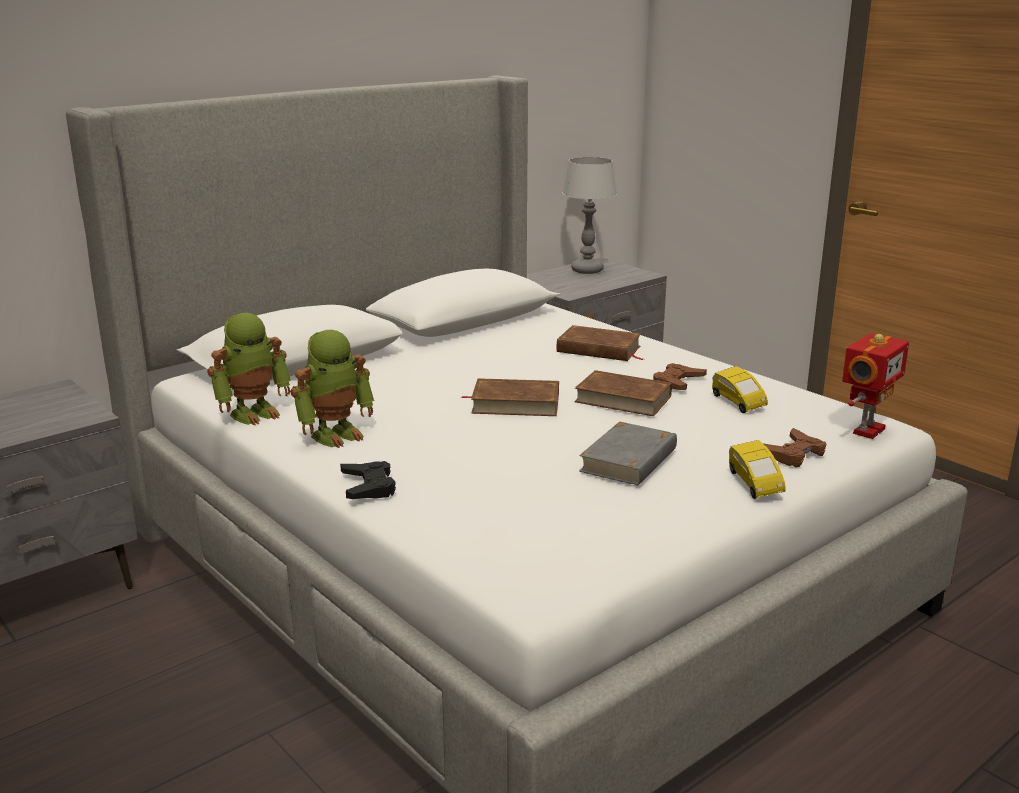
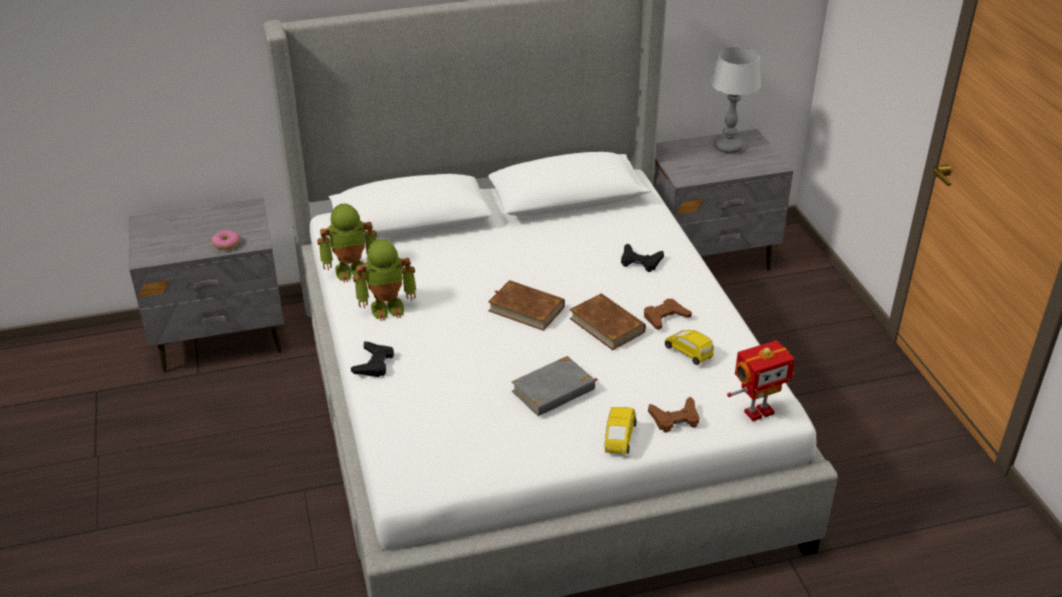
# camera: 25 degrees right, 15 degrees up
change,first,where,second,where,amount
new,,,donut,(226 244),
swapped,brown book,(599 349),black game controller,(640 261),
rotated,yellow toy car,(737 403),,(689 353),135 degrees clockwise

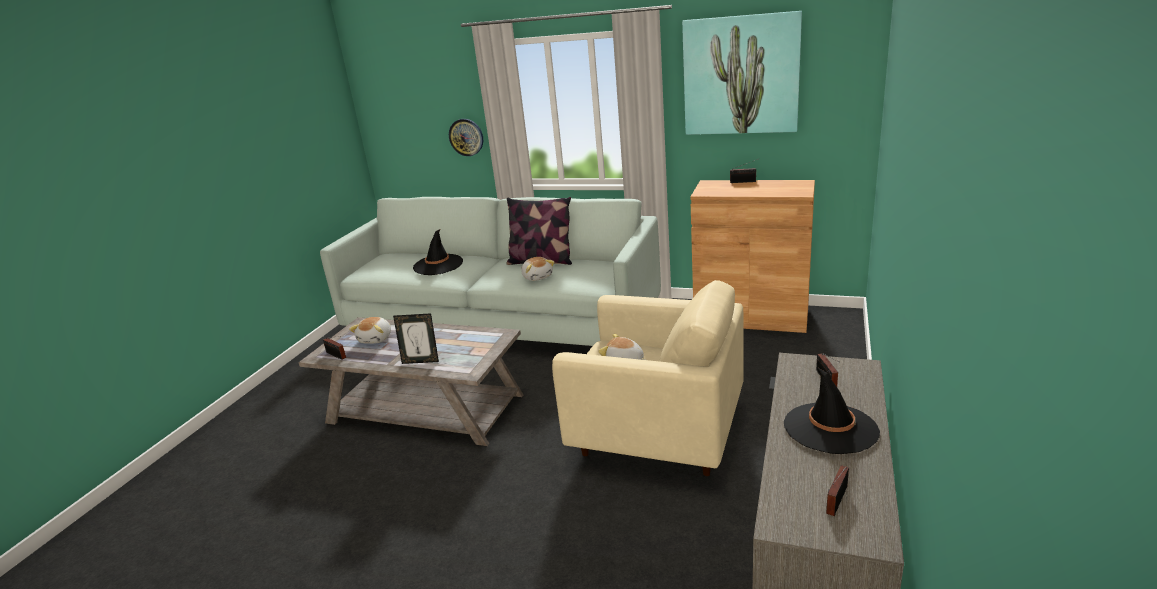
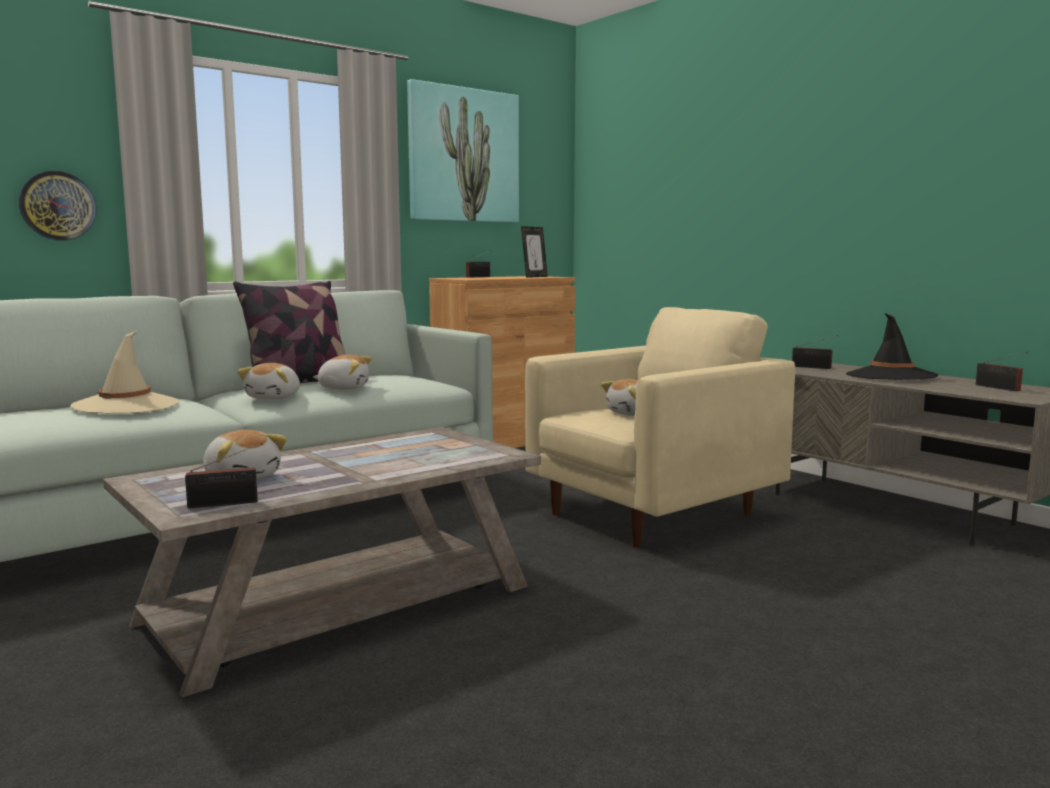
# camera: 60 degrees left, 15 degrees down
change,first,where,second,where,amount
repainted,black hat,(438 265),beige hat,(126 405),
new,,,plush toy,(275 397),
shifted,picture frame,(421 361),,(534 277),

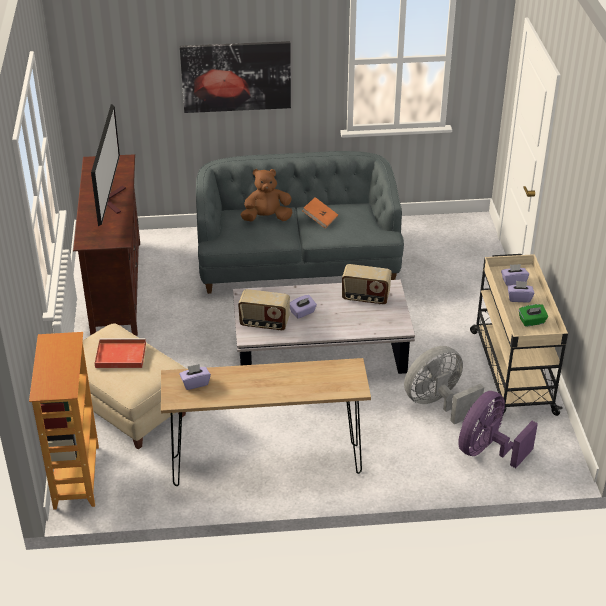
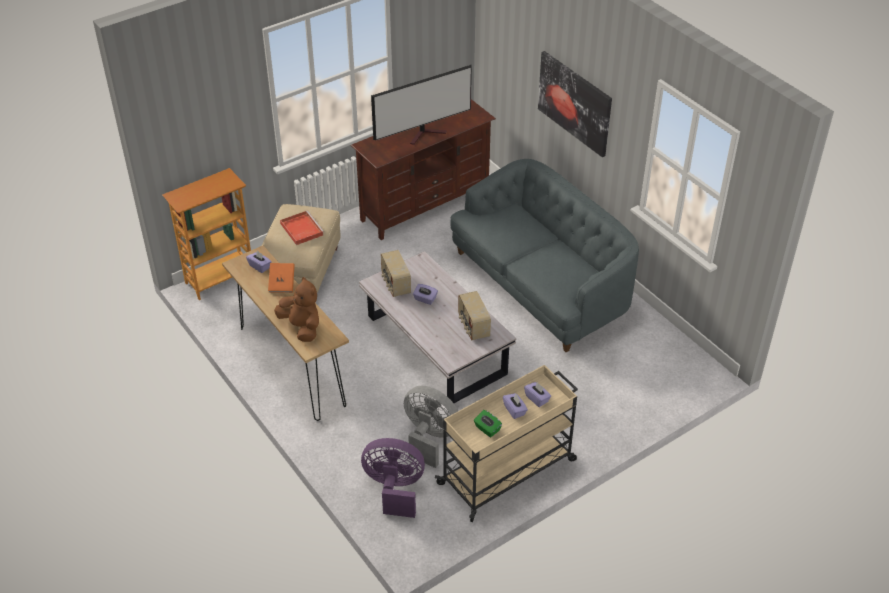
# camera: 60 degrees right, 5 degrees up
change,first,where,second,where,amount
shifted,orange book,(320 219),,(282 284),
shifted,brown plush toy,(267 218),,(302 327),

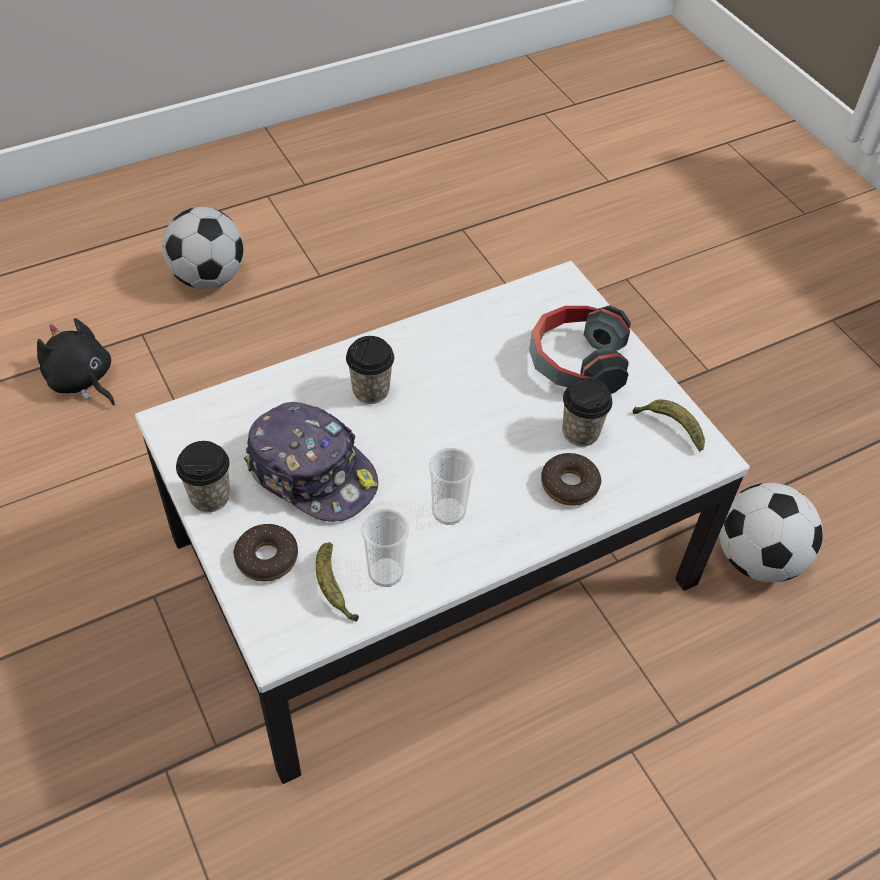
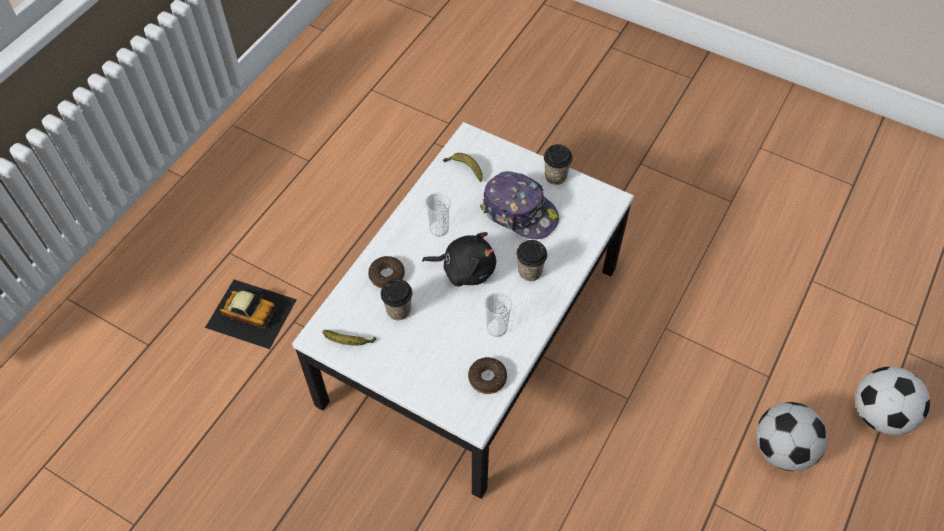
# camera: 150 degrees right, 5 degrees up
change,first,where,second,where,amount
new,,,toy car,(251 312),
shifted,black plush toy,(82 381),,(465 269),
shifted,donut,(267 558),,(487 378),
rotated,cap,(312 473),,(519 212),150 degrees counterclockwise
shifted,cup,(385 572),,(496 328),
shifted,football,(756 558),,(879 414),
gone,headphones,(576 362),,,

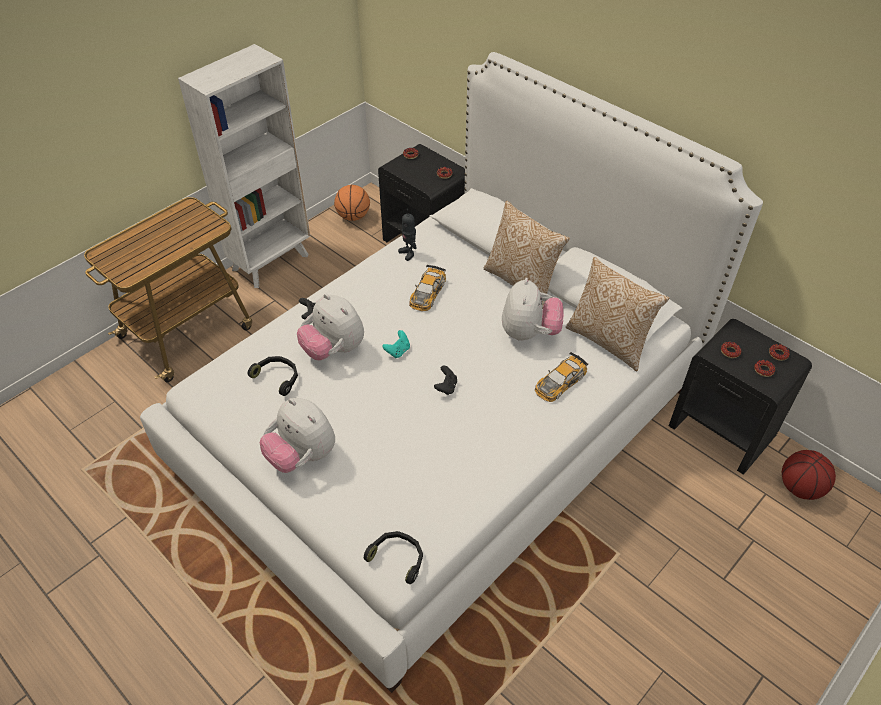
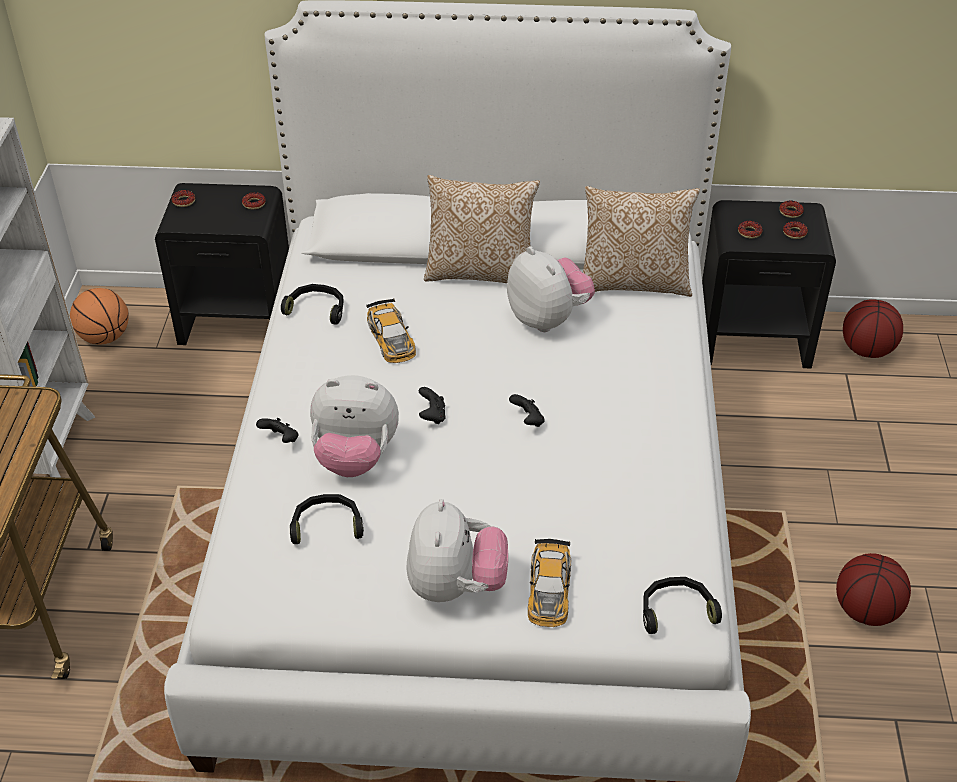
# camera: 40 degrees left, 5 degrees down
change,first,where,second,where,amount
swapped,toy robot,(408 253),black headphones,(317 309),
rotated,plush toy,(302 456),,(456 586),90 degrees counterclockwise
repainted,turquoise game controller,(398 351),black game controller,(432 416),
shifted,toy car,(560 382),,(549 589),
new,,,basketball,(865 611),

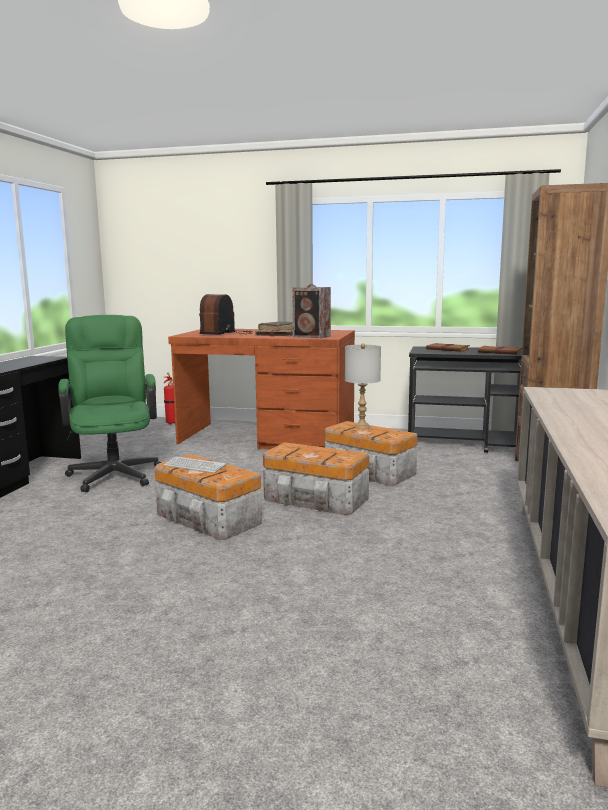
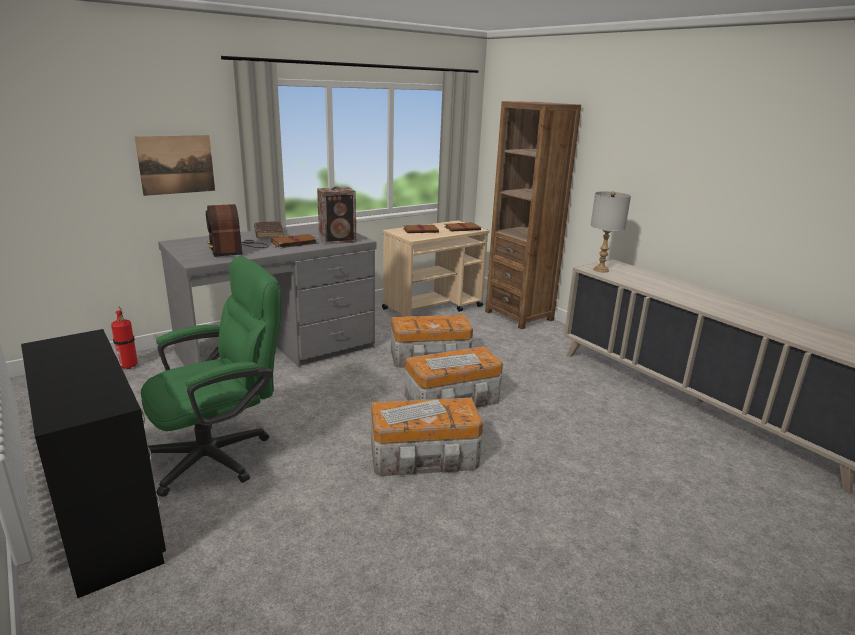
# camera: 50 degrees left, 10 degrees up
change,first,where,second,where,amount
new,,,picture,(176 164),
rotated,green office chair,(115 472),,(220 454),120 degrees clockwise
repainted,brown desk,(268 438),grey desk,(278 351),
repainted,black cart,(464 444),beige cart,(433 307),
new,,,keyboard,(453 362),
shifted,grey table lamp,(362 426),,(601 270),

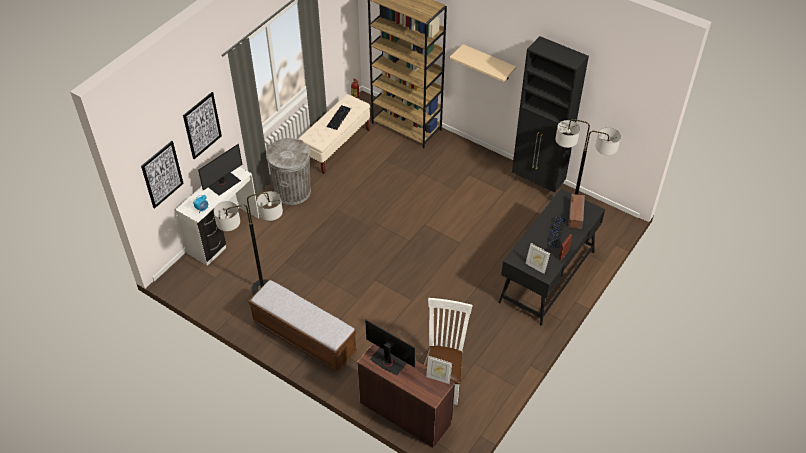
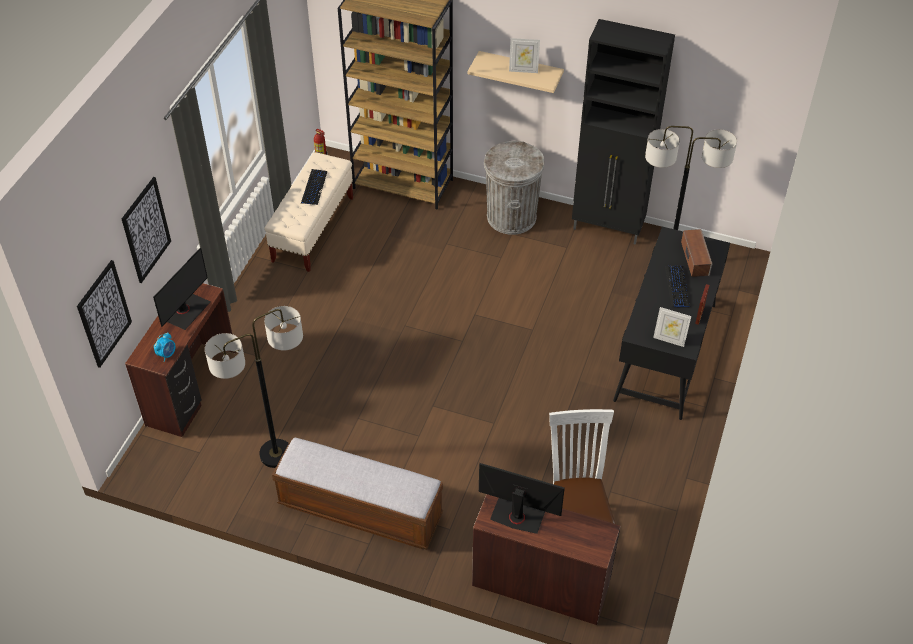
# camera: 15 degrees left, 0 degrees up
change,first,where,second,where,amount
repainted,white desk,(224 235),brown desk,(193 388),
shifted,grey trash can,(292 191),,(511 217),
shifted,picture frame,(438 378),,(523 70),

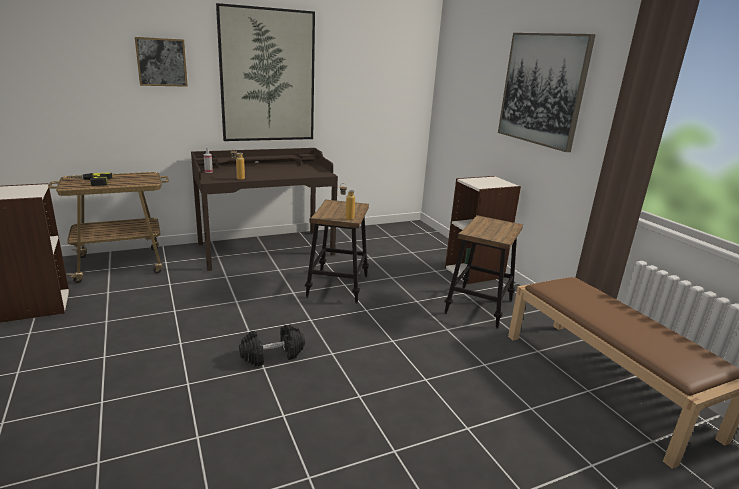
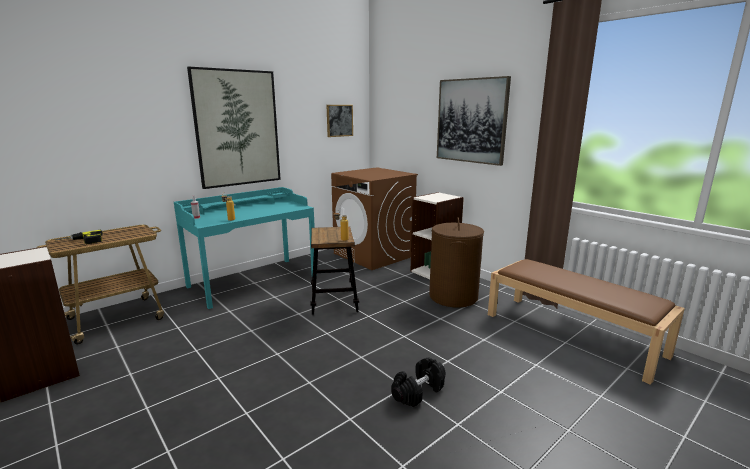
# camera: 15 degrees left, 5 degrees down
change,first,where,second,where,amount
repainted,brown desk,(266 249),turquoise desk,(253 281),
shifted,picture,(161 62),,(339 120),
new,,,brown washing machine,(374 255),
shifted,black dumbbell,(272 355),,(418 391),
swapped,stool,(479 307),brown laundry basket,(453 297),

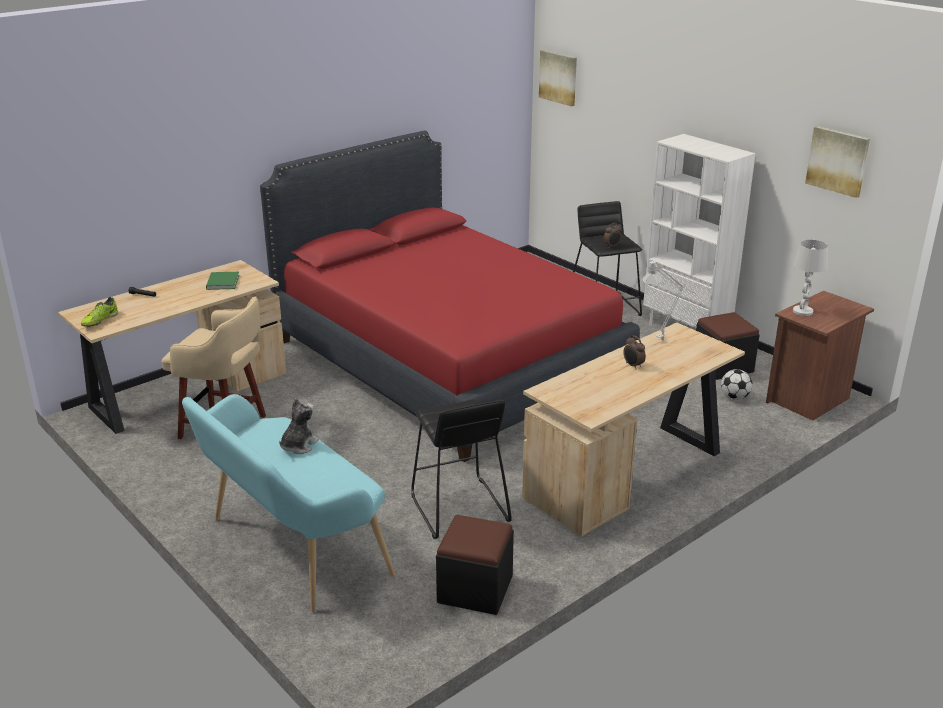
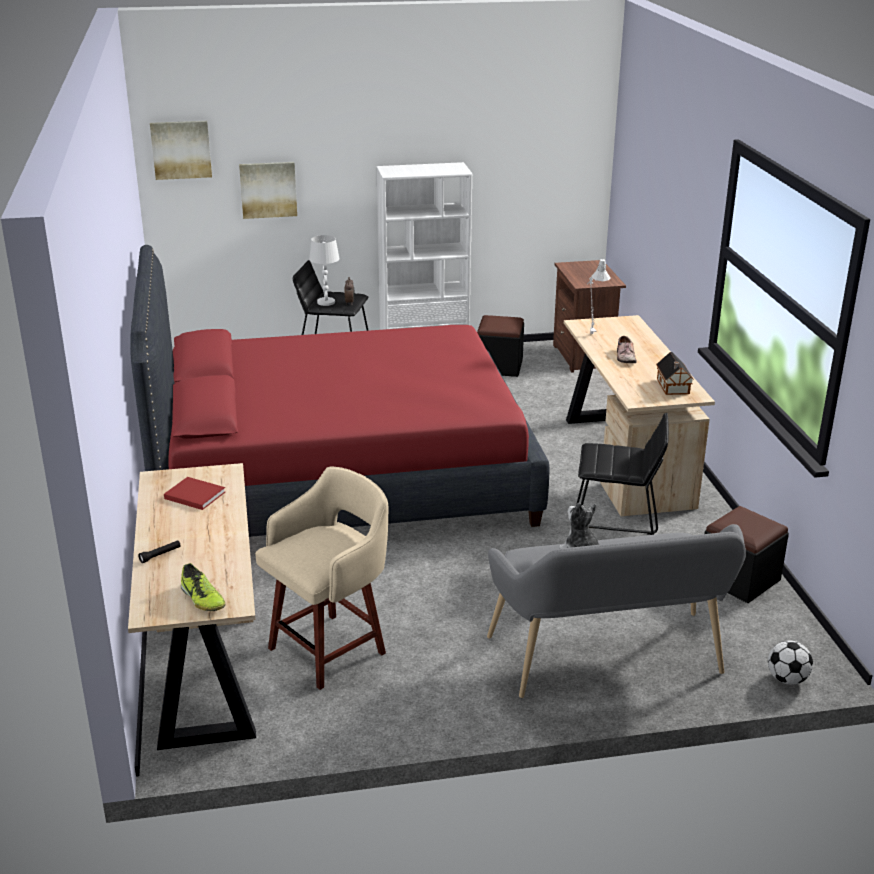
# camera: 60 degrees left, 0 degrees up
change,first,where,second,where,amount
repainted,green book,(223 281),red book,(193 495),
shifted,picture,(838 161),,(268 189),
shifted,white table lamp,(802 311),,(326 302),
repainted,turquoise bench,(291 548),grey bench,(610 661),
swapped,alarm clock,(633 365),shoe,(624 357),
new,,,toy house,(673 387),
shifted,football,(734 397),,(787 679),

